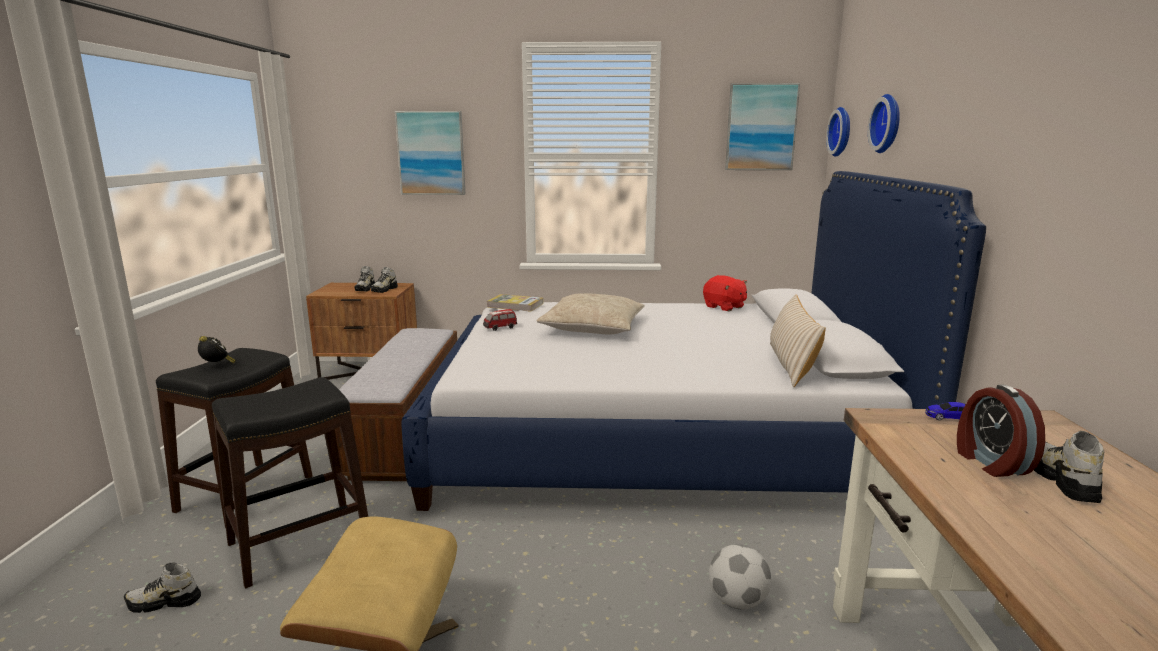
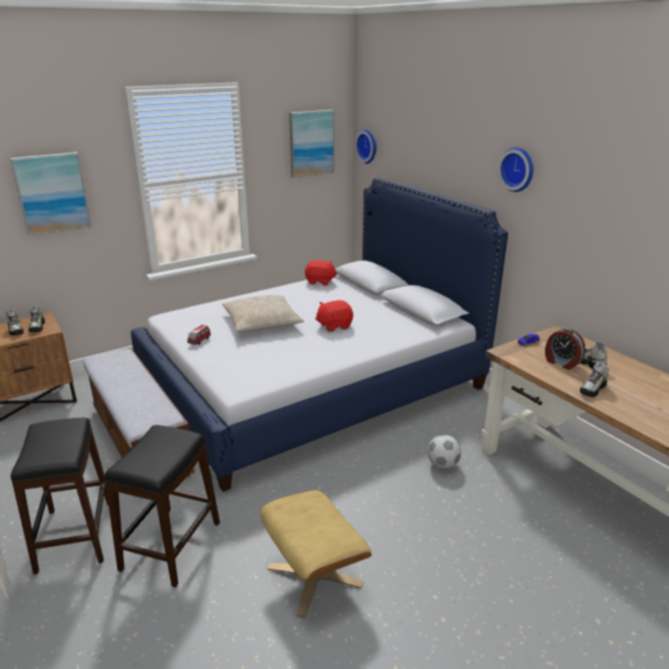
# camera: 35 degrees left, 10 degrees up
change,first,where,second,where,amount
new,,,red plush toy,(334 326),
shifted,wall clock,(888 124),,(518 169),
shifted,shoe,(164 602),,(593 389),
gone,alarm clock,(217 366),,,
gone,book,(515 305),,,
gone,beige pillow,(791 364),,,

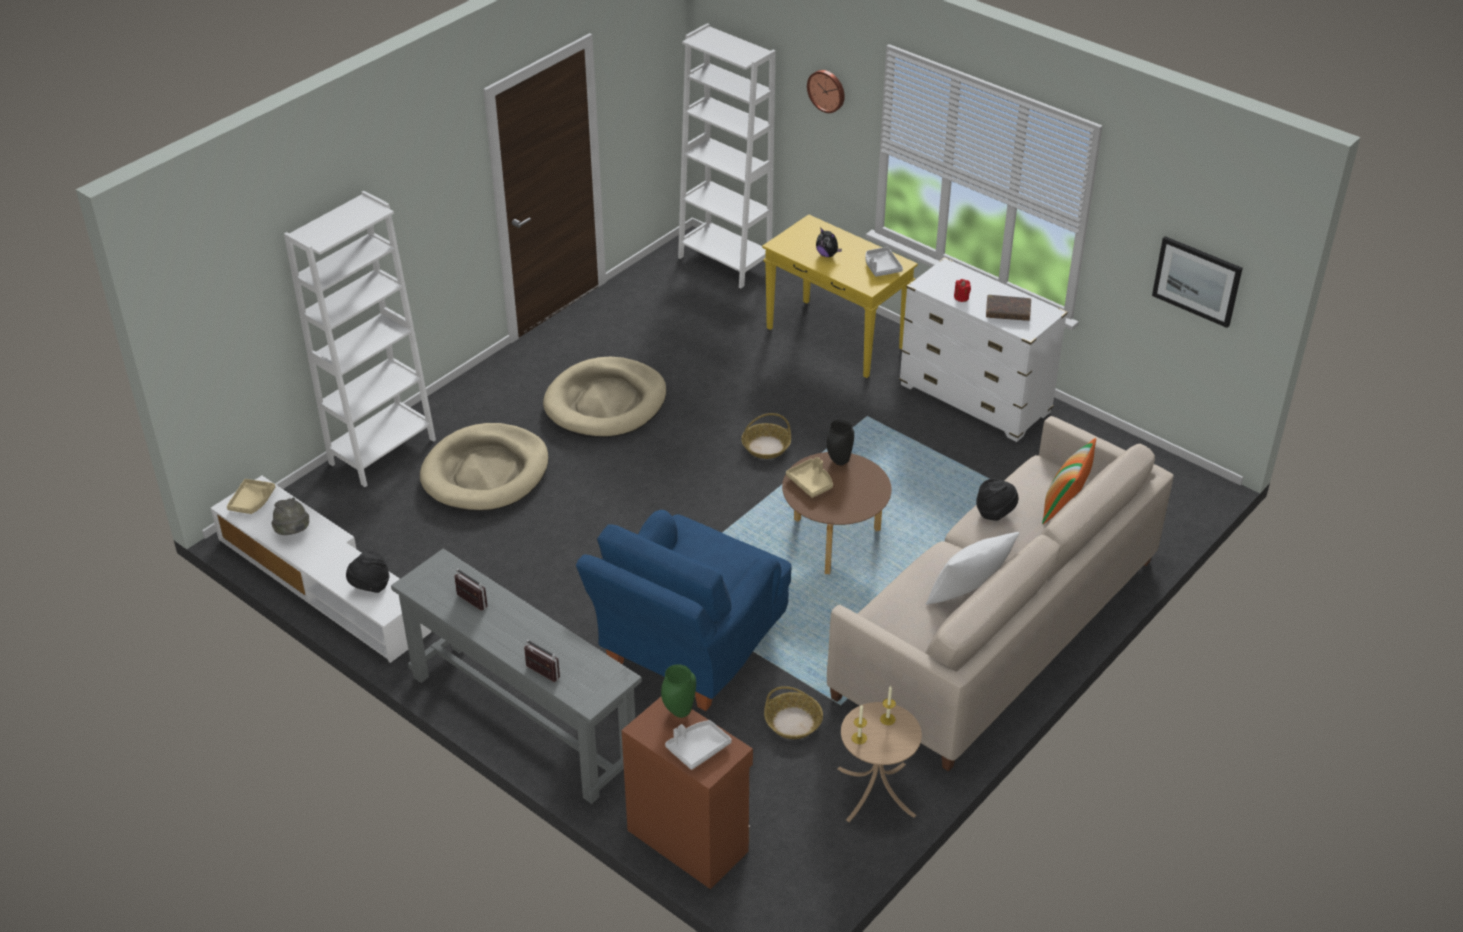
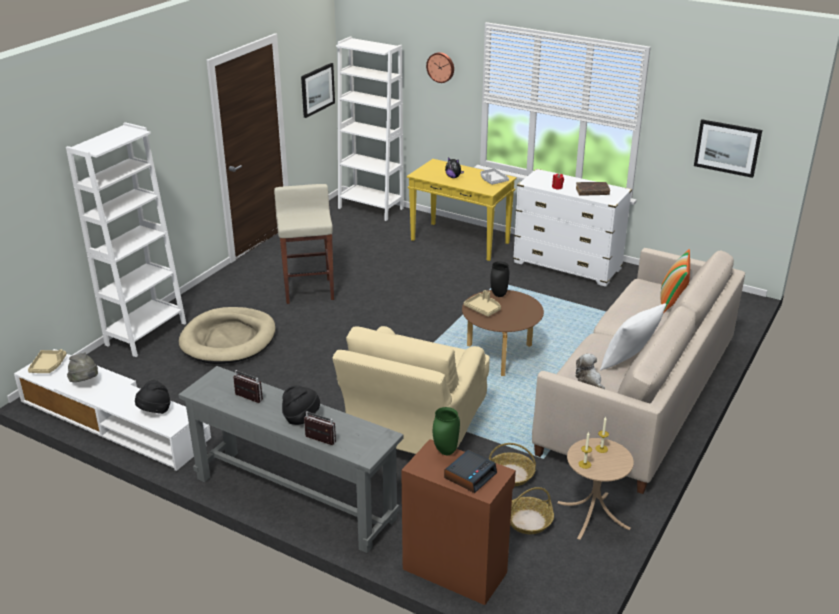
# camera: 10 degrees left, 10 degrees down
change,first,where,second,where,amount
swapped,beige dog bed,(606 403),beige stool,(308 290),
shifted,black hat,(995 512),,(301 418),
new,,,picture,(317 89),
repainted,blue armchair,(689 651),beige armchair,(415 436),
swapped,grey tray,(698 748),alarm clock,(470 475),
shifted,basket,(766 446),,(528 521),
new,,,plush toy,(589 380),

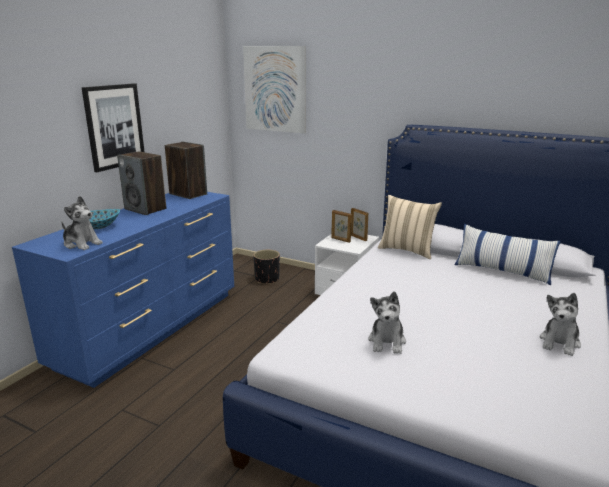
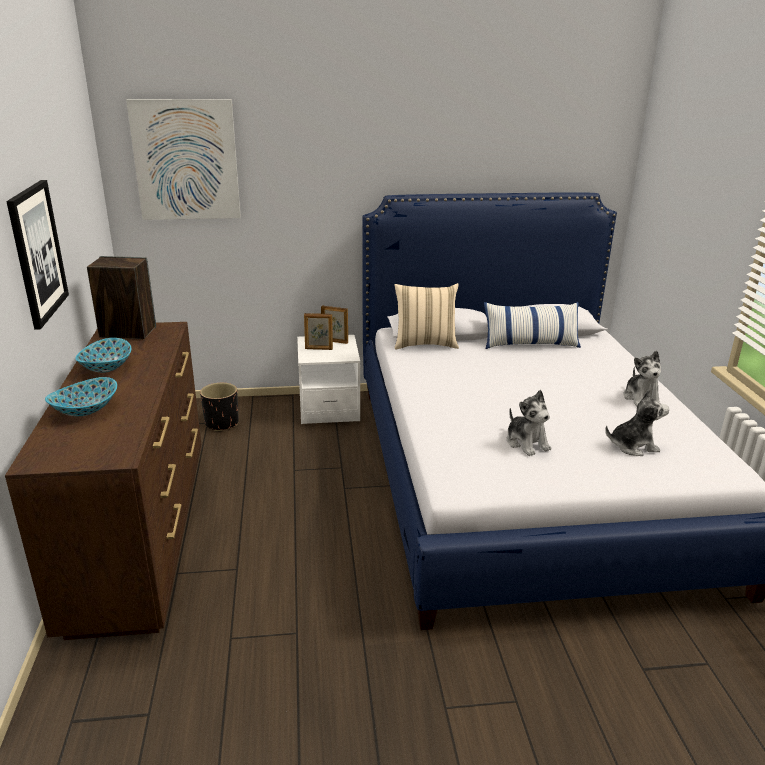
# camera: 35 degrees left, 5 degrees up
change,first,where,second,where,amount
repainted,blue dresser,(152 327),brown dresser,(142 533),
swapped,speaker,(146 209),bowl,(107 368),
shifted,plush toy,(82 244),,(633 446),

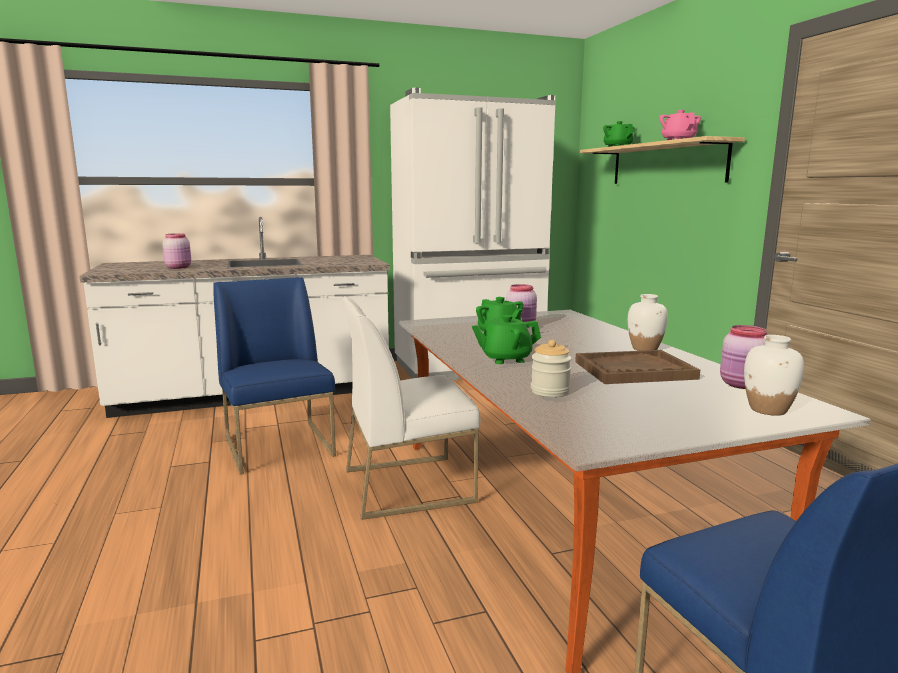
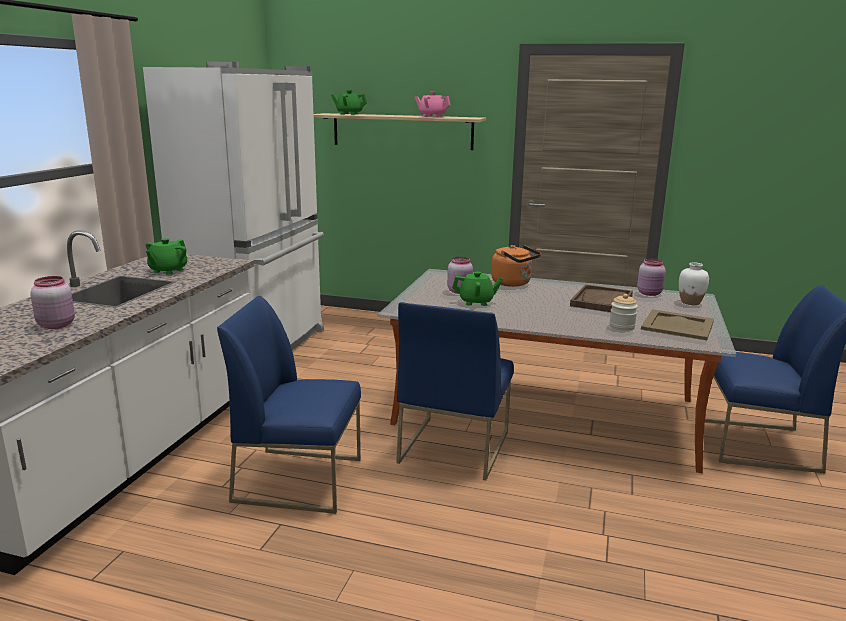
# camera: 55 degrees left, 5 degrees up
change,first,where,second,where,amount
shifted,green teapot,(505 359),,(168 270),
repainted,white chair,(409 485),blue chair,(453 446),
new,,,orange kettle,(513 283),
new,,,beige tray,(678 325),
gone,white vase,(645 348),,,

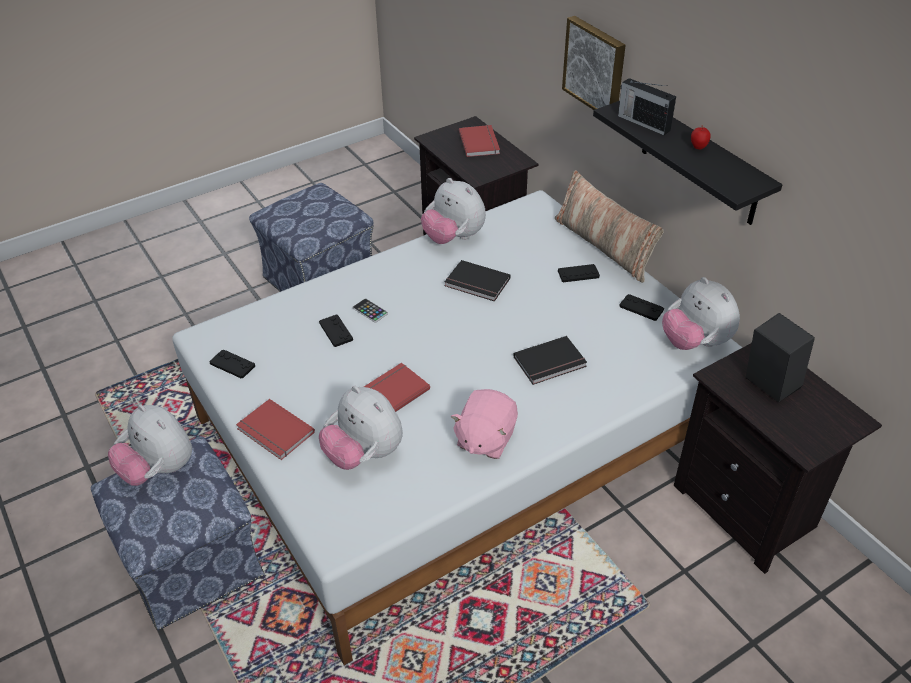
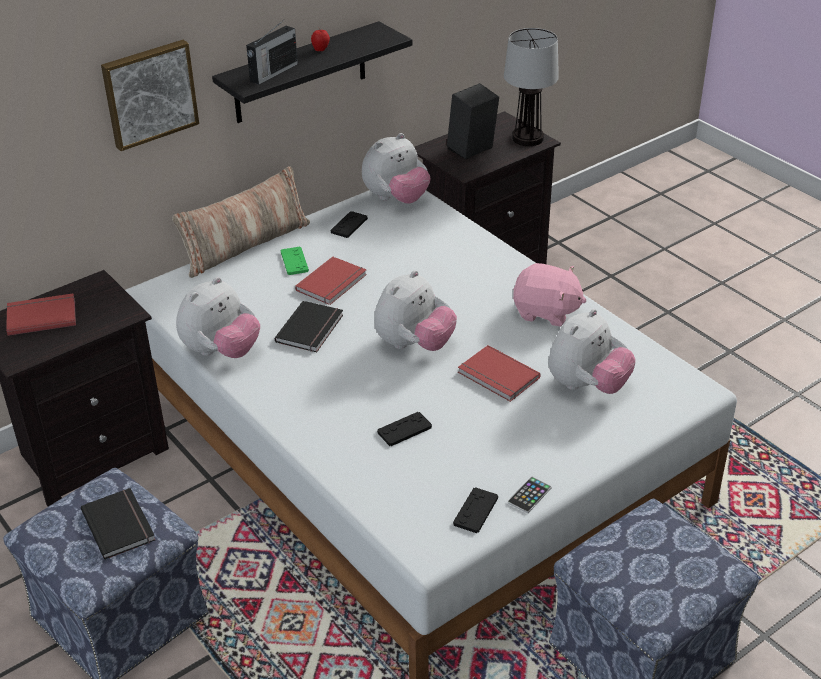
# camera: 95 degrees left, 5 degrees down
change,first,where,second,where,amount
shifted,black book,(551 363),,(120 524),
repainted,black game controller,(578 274),green game controller,(294 261),
shifted,red book,(274 432),,(333 283),
shifted,plush toy,(159 469),,(414 345),
new,,,table lamp,(527 138),
shifted,phone,(370 311),,(529 495),

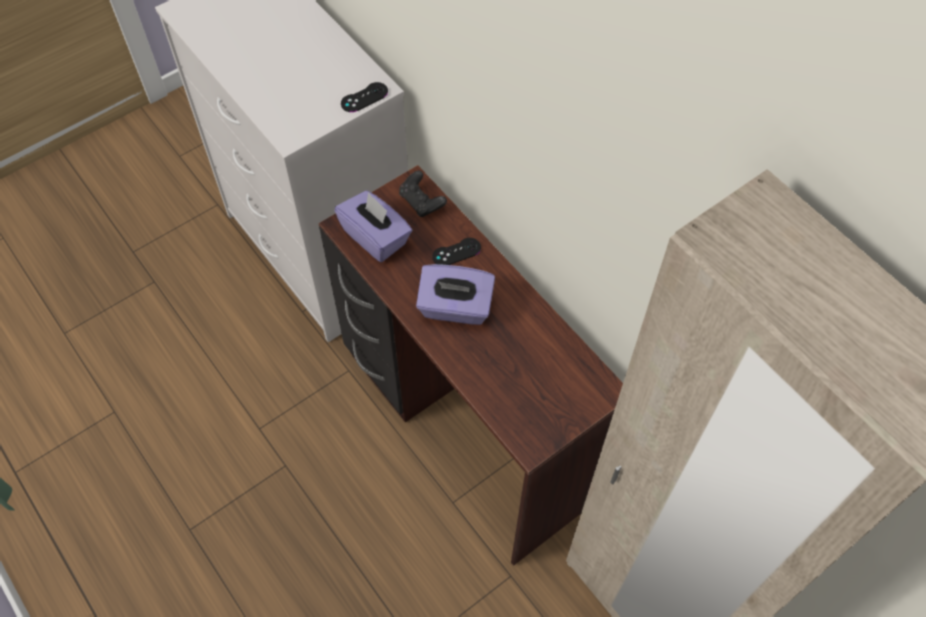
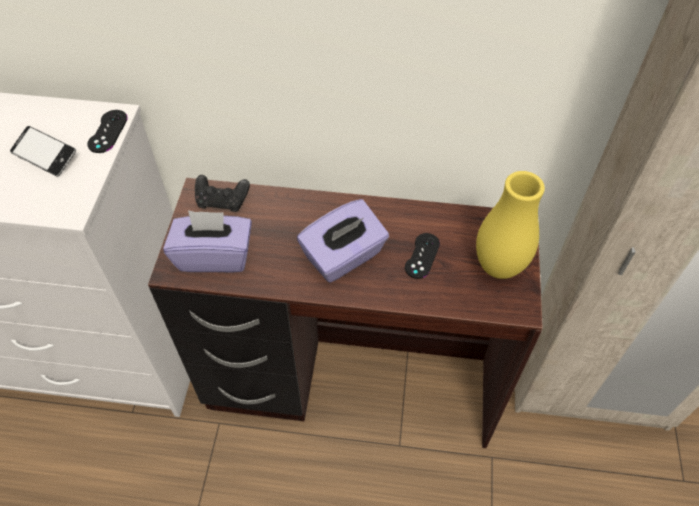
# camera: 45 degrees left, 5 degrees down
change,first,where,second,where,amount
new,,,phone,(45 155),
shifted,black game controller,(456 252),,(422 256),
new,,,yellow vase,(498 267),

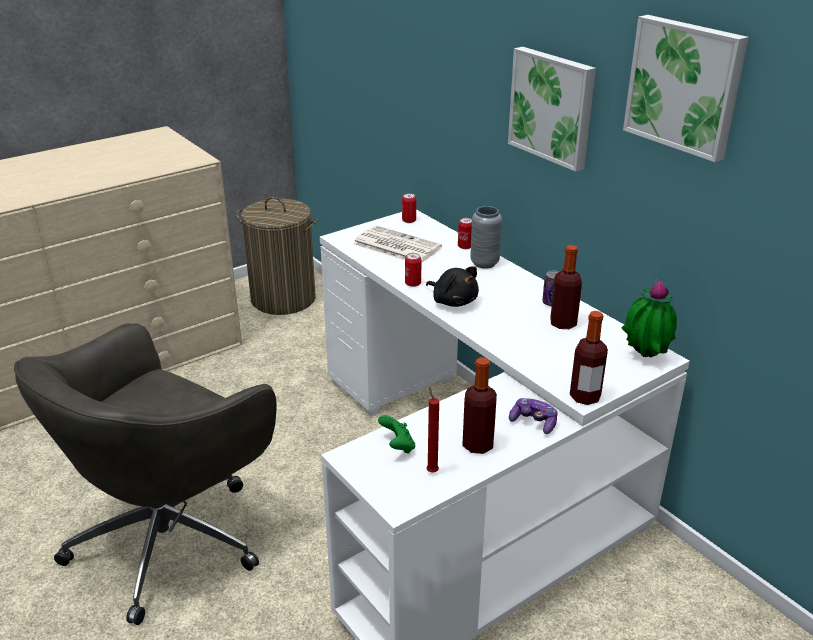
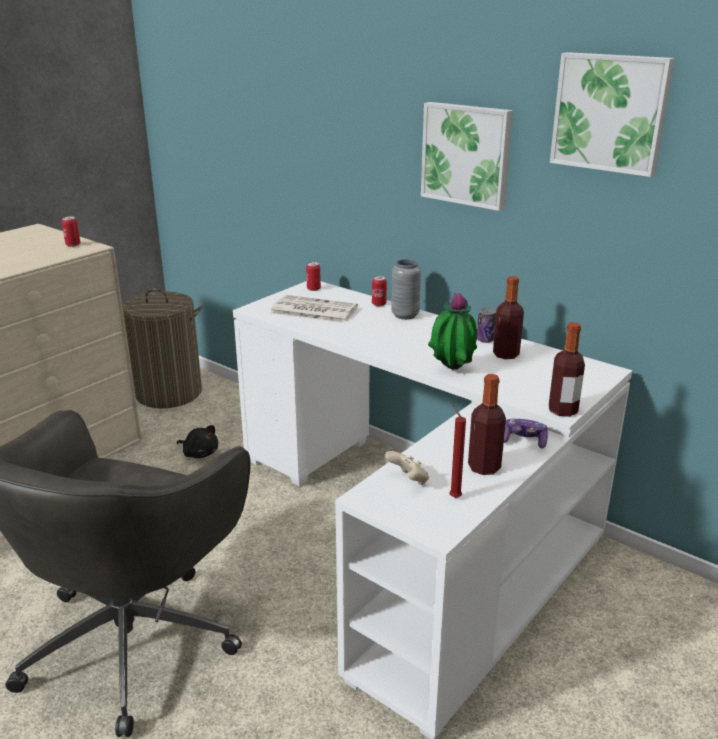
# camera: 15 degrees left, 5 degrees down
change,first,where,second,where,amount
shifted,can,(413 283),,(73 245),
shifted,black plush toy,(453 301),,(199 453),
repainted,green game controller,(398 446),beige game controller,(408 480),
shifted,potted plant,(644 358),,(451 371),

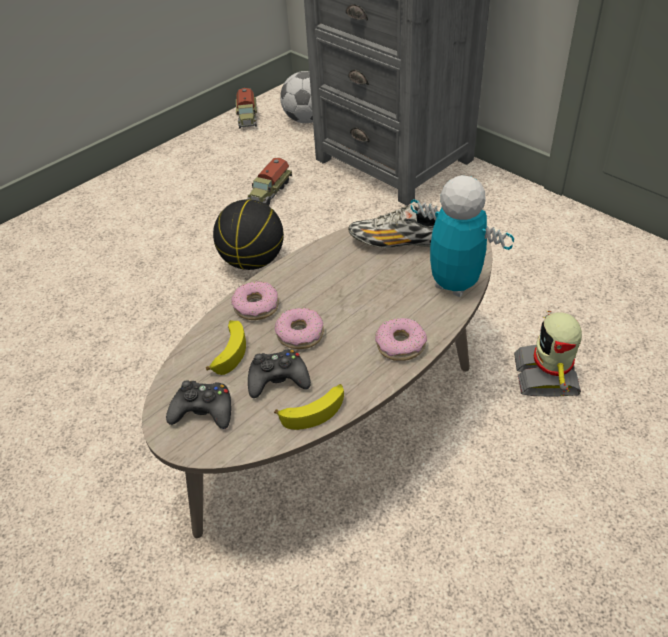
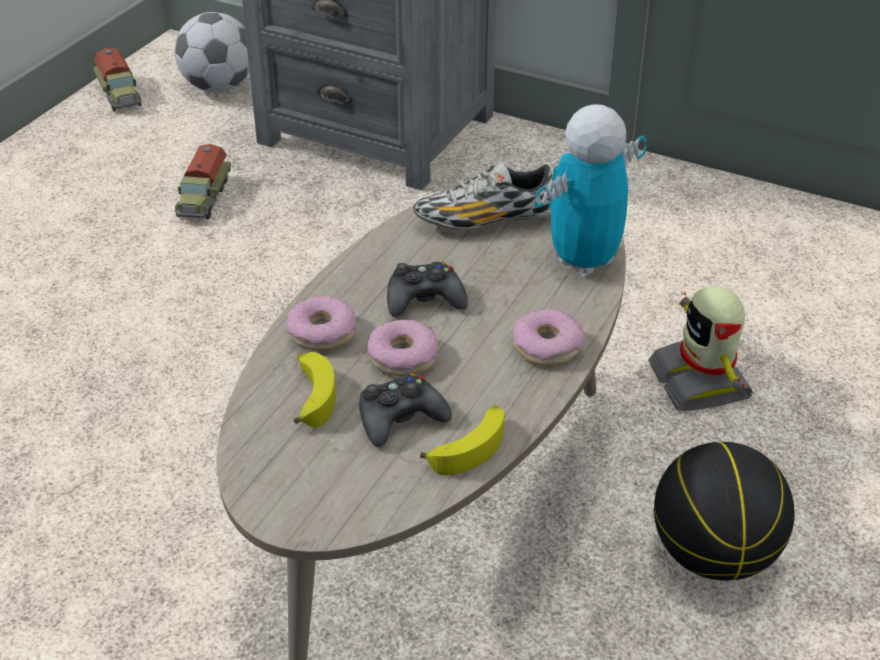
# camera: 20 degrees left, 5 degrees down
change,first,where,second,where,amount
shifted,black game controller,(203 411),,(424 299),
rotated,toy robot,(454 284),,(583 262),60 degrees counterclockwise
shifted,basketball,(253 261),,(714 555),

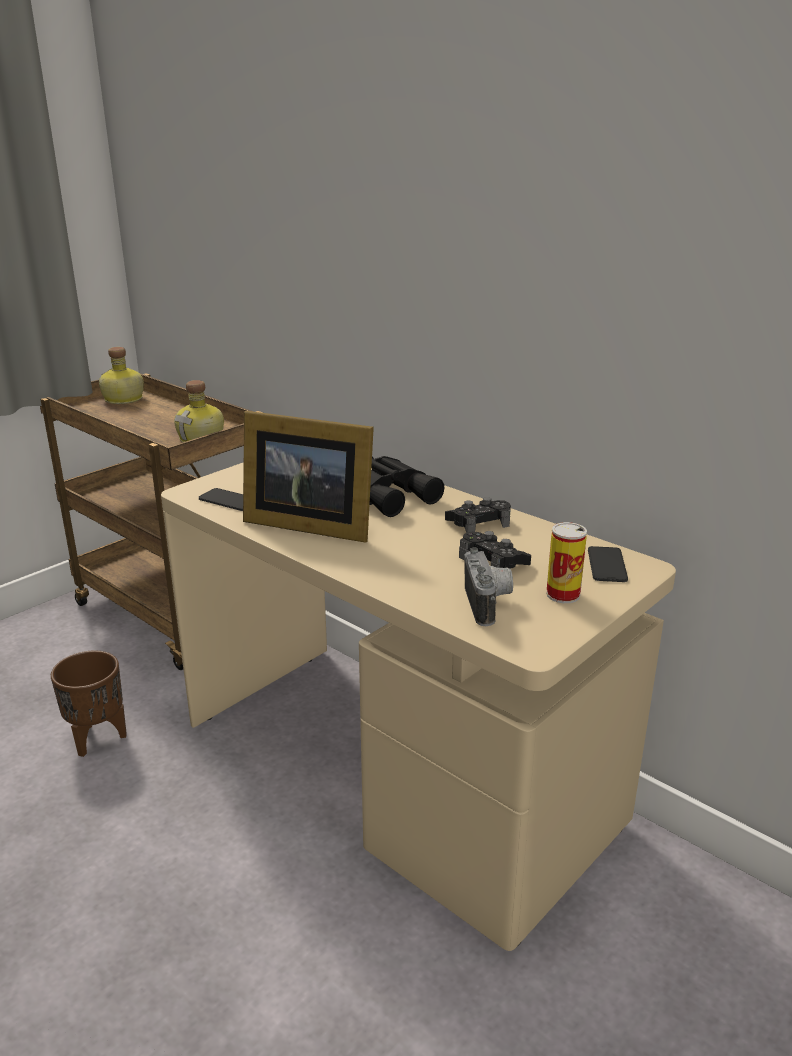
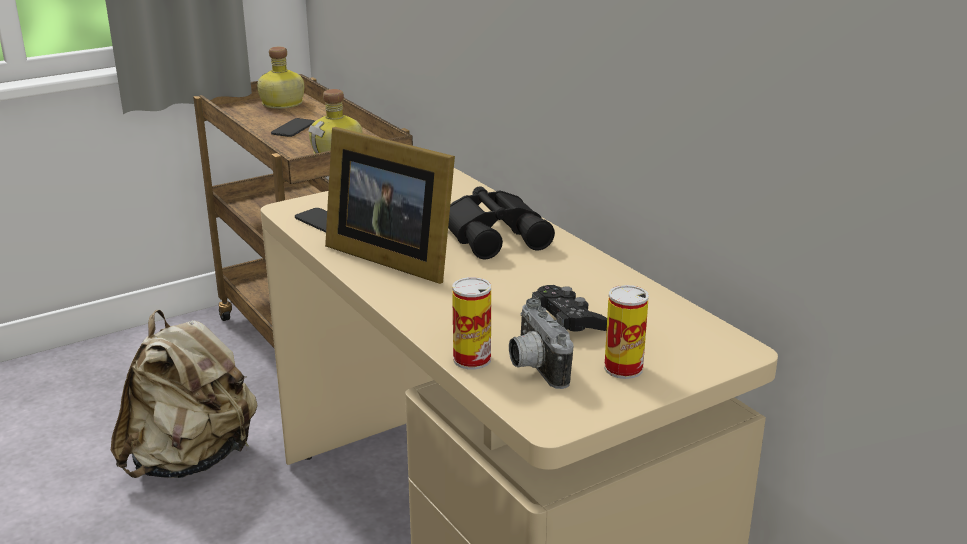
# camera: 15 degrees right, 0 degrees up
change,first,where,second,where,amount
swapped,brown planter,(97 738),beige backpack,(191 459),
shifted,phone,(607 565),,(293 128),
new,,,can,(472 359),
rotated,photo camera,(489 604),,(533 367),150 degrees clockwise
gone,black game controller,(478 523),,,

